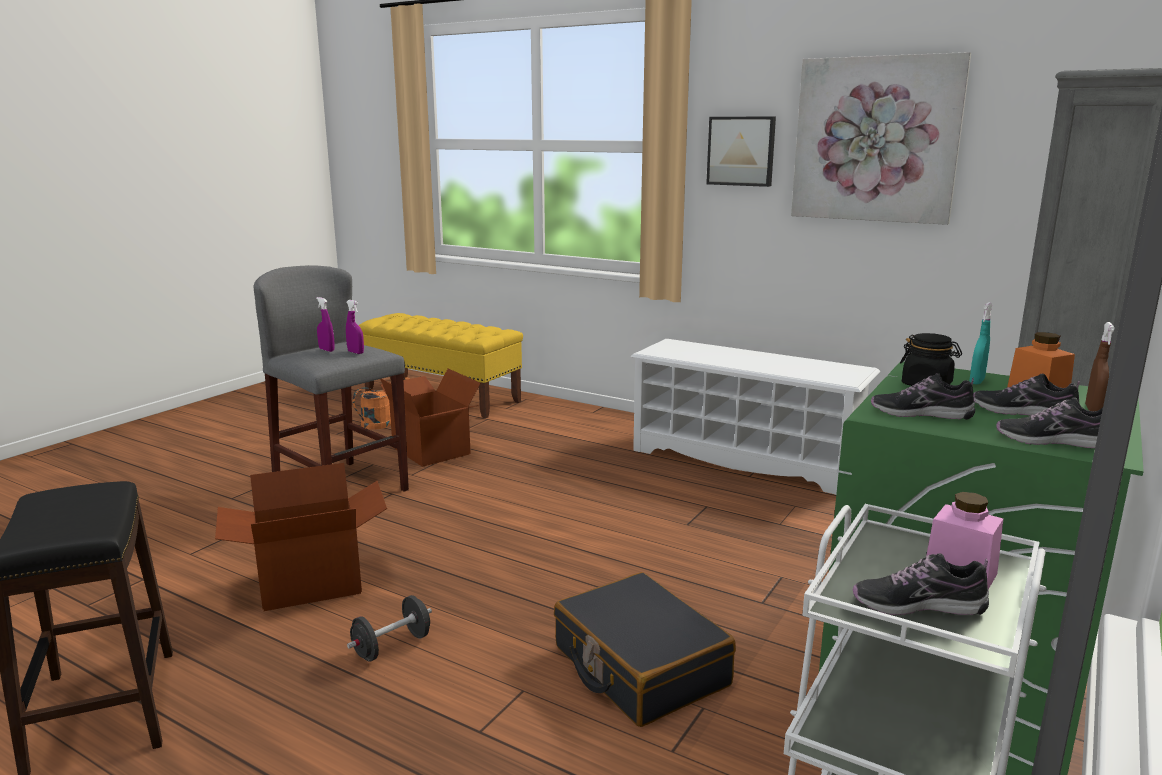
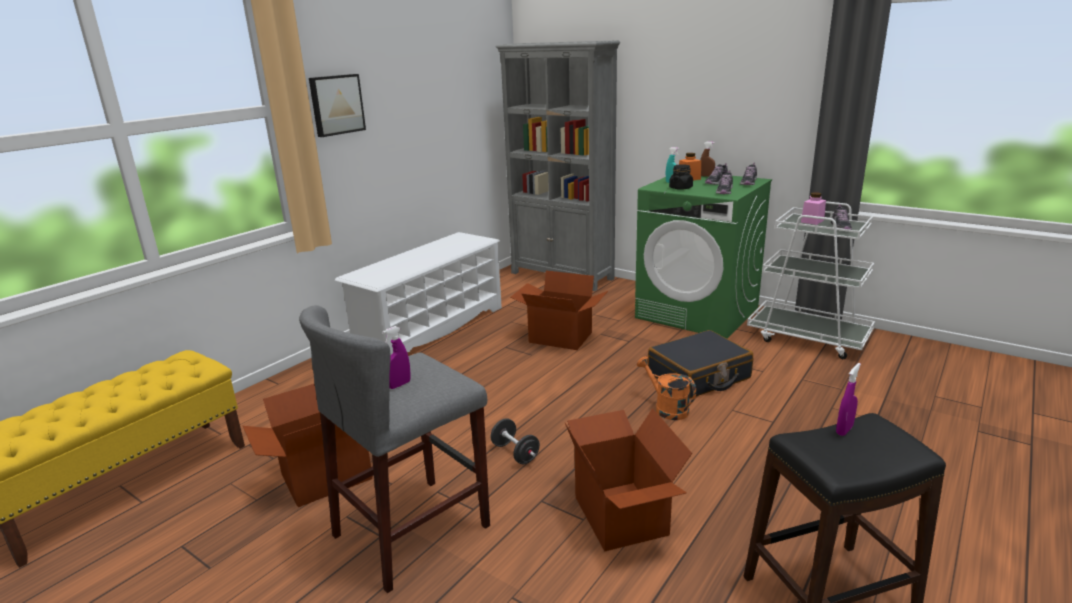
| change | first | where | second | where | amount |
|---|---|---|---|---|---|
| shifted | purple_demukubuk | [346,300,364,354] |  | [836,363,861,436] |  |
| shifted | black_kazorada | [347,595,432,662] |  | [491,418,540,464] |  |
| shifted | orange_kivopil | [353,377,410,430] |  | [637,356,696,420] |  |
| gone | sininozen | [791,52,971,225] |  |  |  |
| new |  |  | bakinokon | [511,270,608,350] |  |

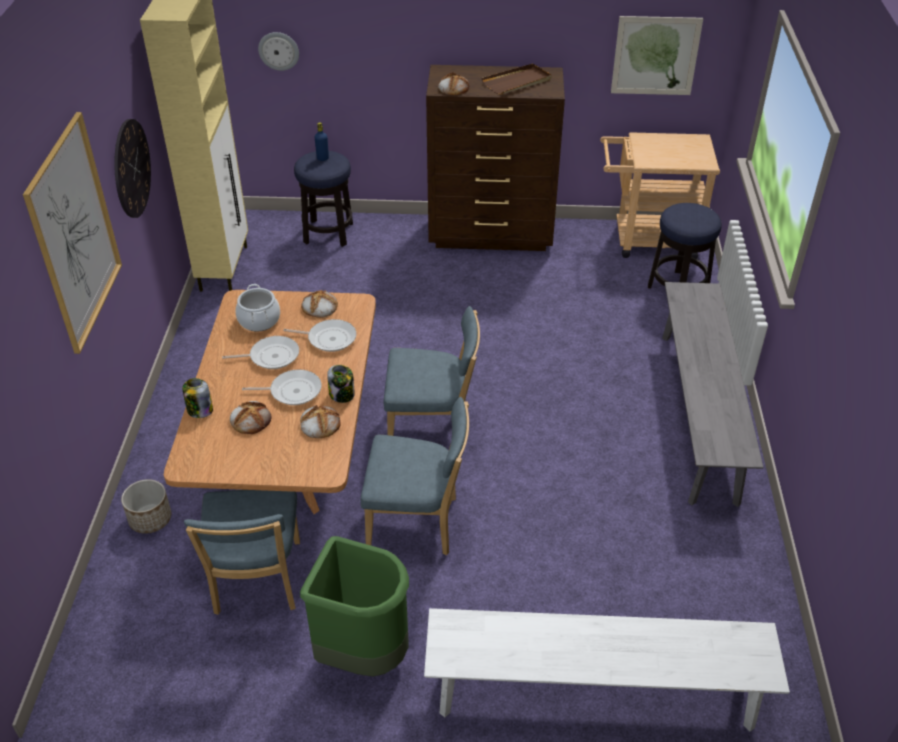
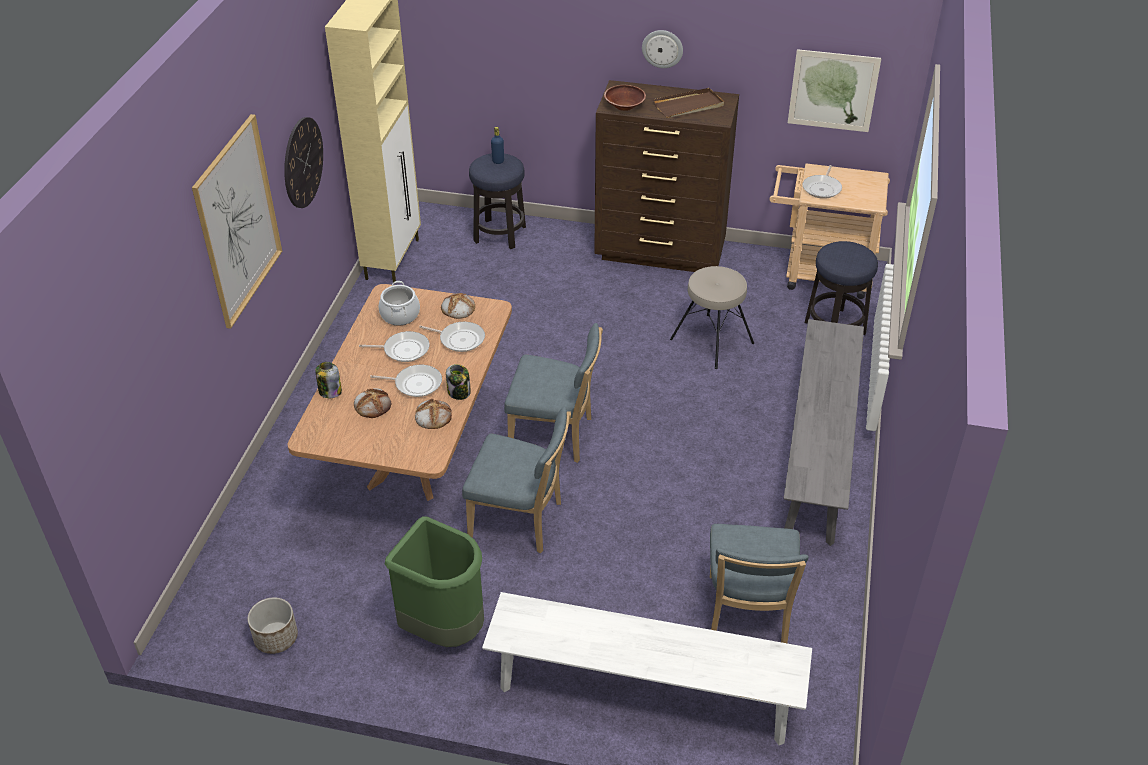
| change | first | where | second | where | amount |
|---|---|---|---|---|---|
| shifted | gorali | [121,479,171,534] |  | [248,597,298,654] |  |
| shifted | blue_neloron | [184,490,300,615] |  | [710,524,809,643] |  |
| shifted | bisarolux | [258,32,299,71] |  | [642,30,683,68] |  |
| swapped | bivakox | [438,72,469,95] | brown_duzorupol | [604,85,646,111] |  |
| new |  |  | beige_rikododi | [670,266,754,369] |  |
| new |  |  | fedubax | [803,165,842,199] |  |

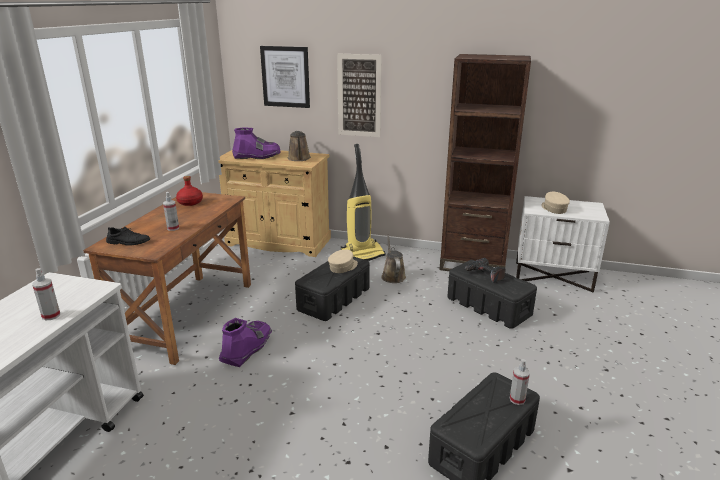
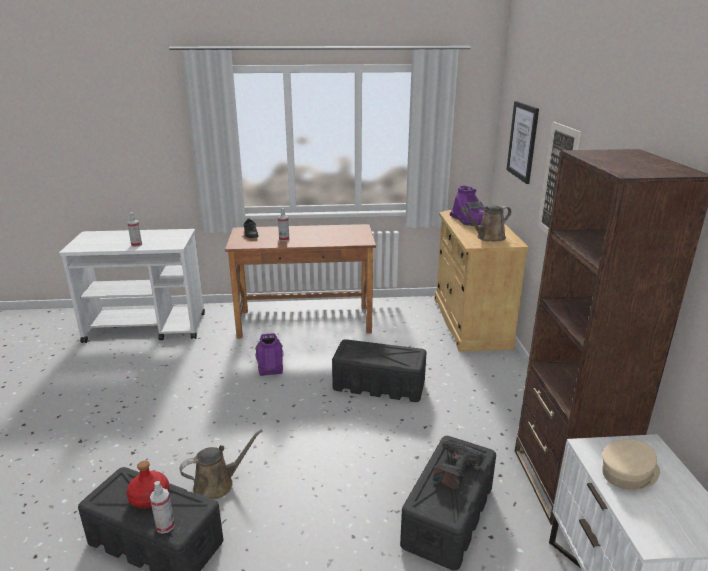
| change | first | where | second | where | amount |
|---|---|---|---|---|---|
| shifted | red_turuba | [176,176,203,206] |  | [127,461,169,509] |  |
| rotated | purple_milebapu | [219,318,272,367] |  | [255,333,283,376] | 105 degrees counterclockwise |
| gone | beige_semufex | [328,249,358,273] |  |  |  |
| gone | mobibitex | [341,144,386,261] |  |  |  |
| shifted | brown_kivopil | [381,235,406,283] |  | [180,430,262,499] |  |

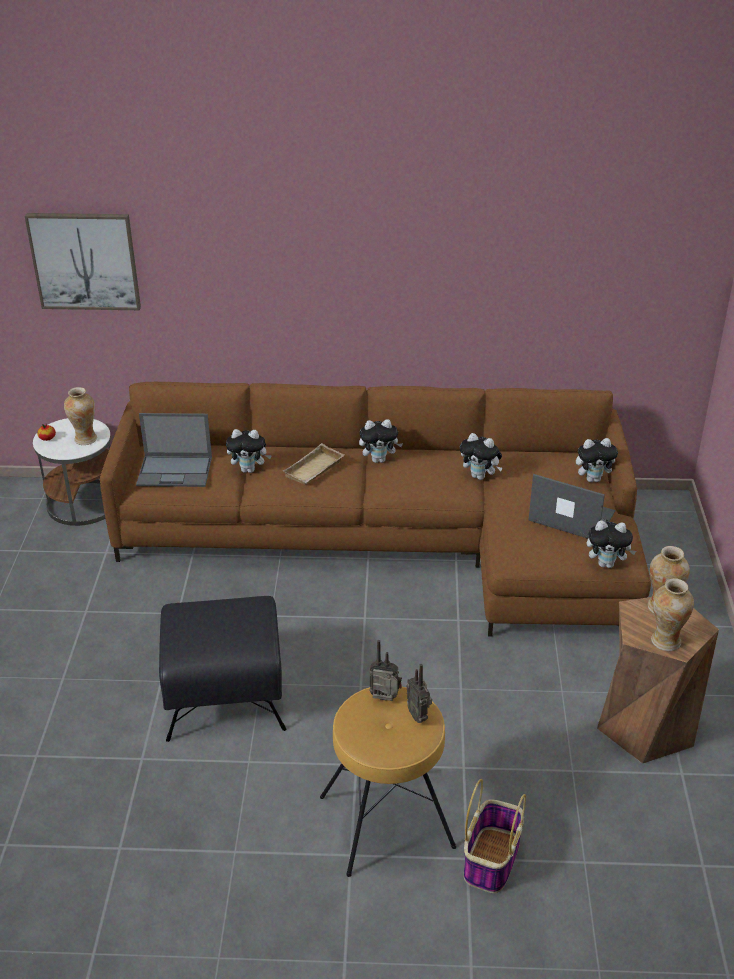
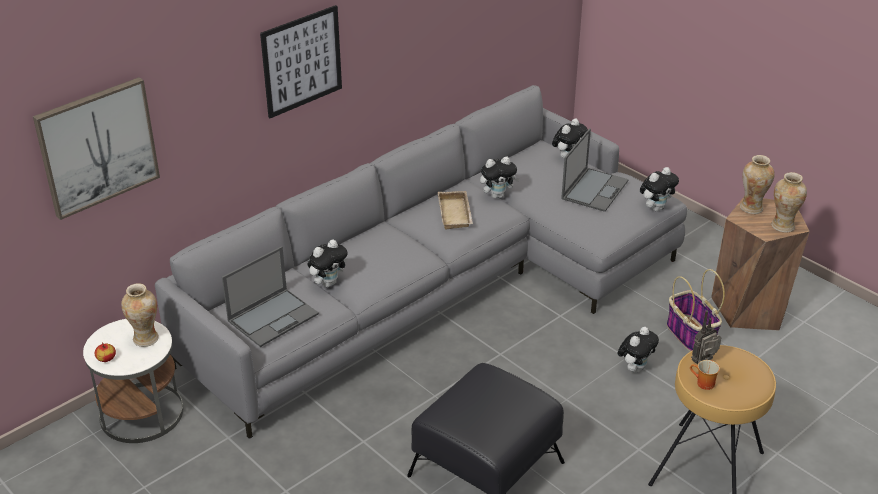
| change | first | where | second | where | amount |
|---|---|---|---|---|---|
| repainted | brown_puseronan | [100,382,651,637] | grey_puseronan | [155,85,687,439] |  |
| shifted | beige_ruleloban | [283,443,344,485] |  | [438,191,473,230] |  |
| shifted | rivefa | [359,419,403,463] |  | [618,327,659,373] |  |
| gone | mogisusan | [407,664,432,723] |  |  |  |
| shifted | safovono | [464,779,526,893] |  | [667,269,725,351] |  |
| rotated | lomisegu | [528,474,615,539] |  | [561,128,629,212] | 135 degrees clockwise |
| new |  |  | sininozen | [260,5,342,118] |  |
| new |  |  | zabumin | [690,360,720,390] |  |

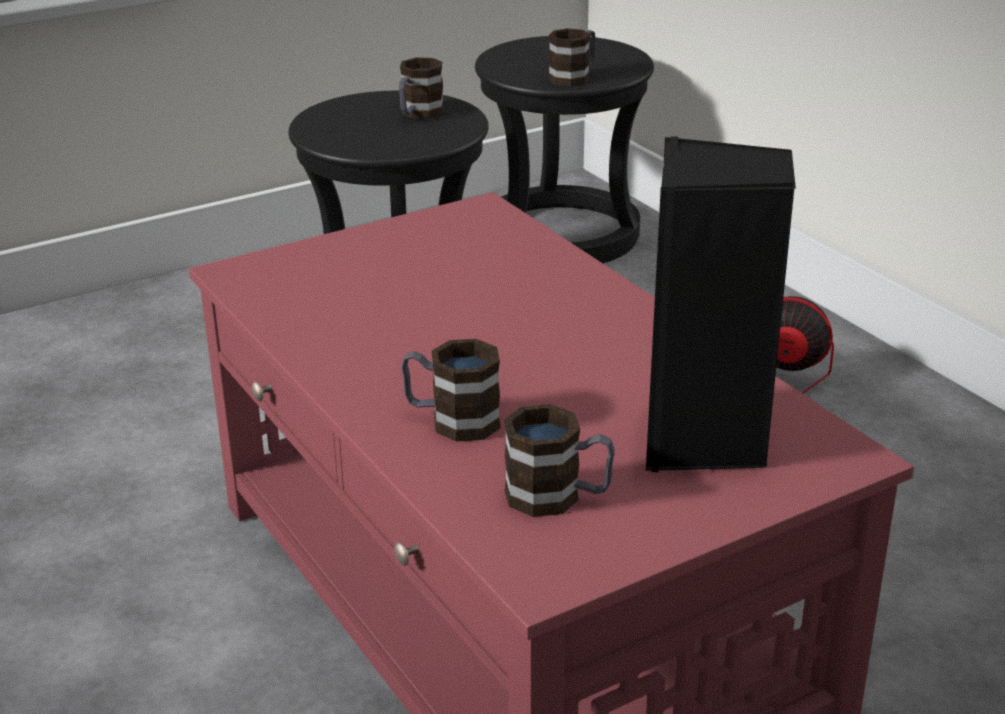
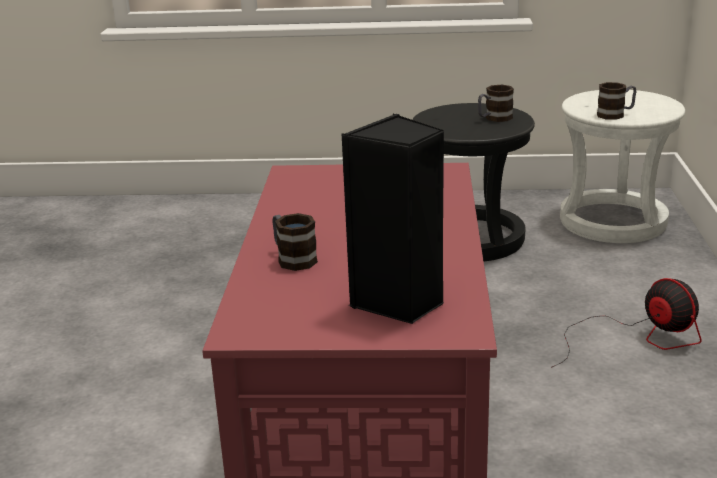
| change | first | where | second | where | amount |
|---|---|---|---|---|---|
| repainted | black_rikododi | [475,36,654,263] | white_rikododi | [560,90,685,243] |  |
| gone | zabumin | [504,404,615,517] |  |  |  |

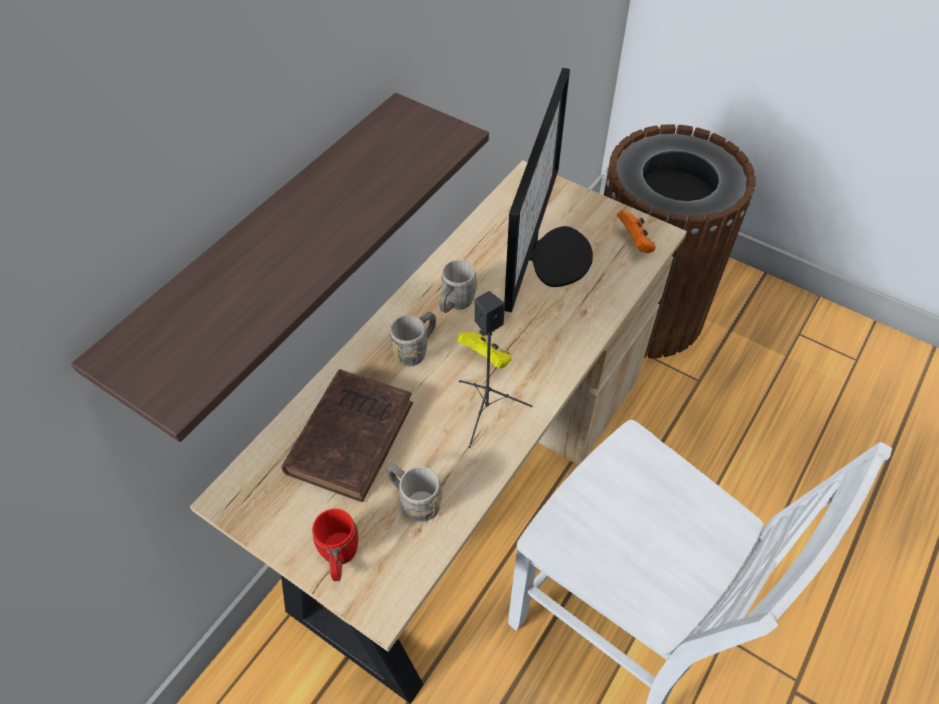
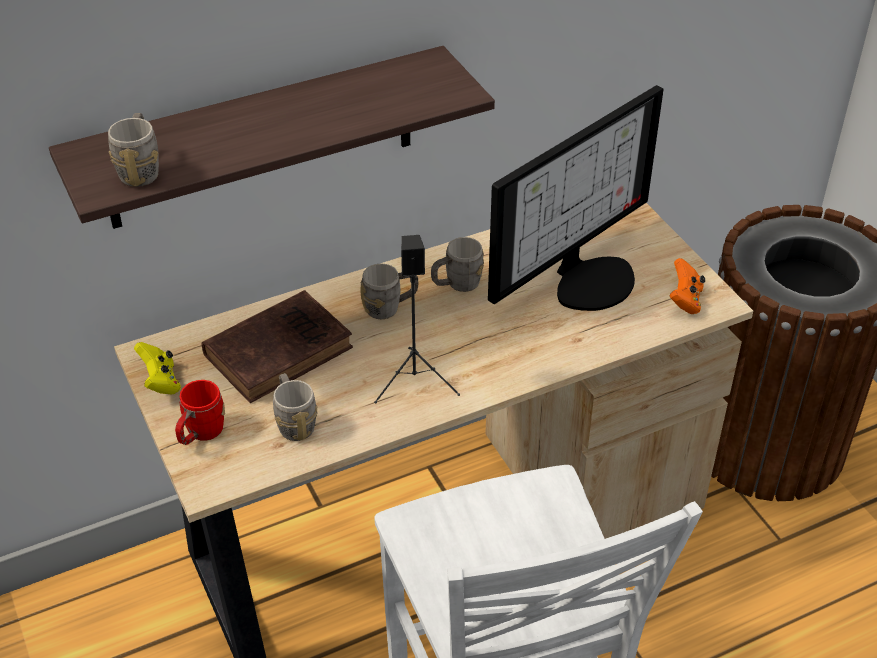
| change | first | where | second | where | amount |
|---|---|---|---|---|---|
| shifted | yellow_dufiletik | [457,330,511,368] |  | [134,342,181,395] |  |
| new |  |  | grey_zabumin | [108,113,159,187] |  |

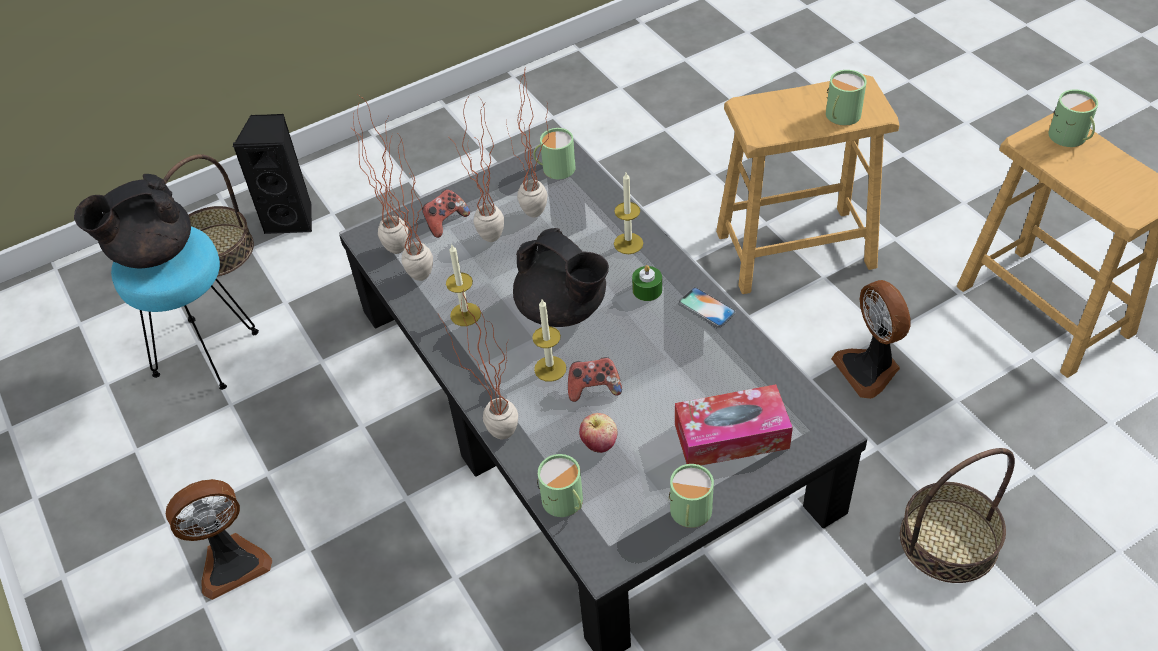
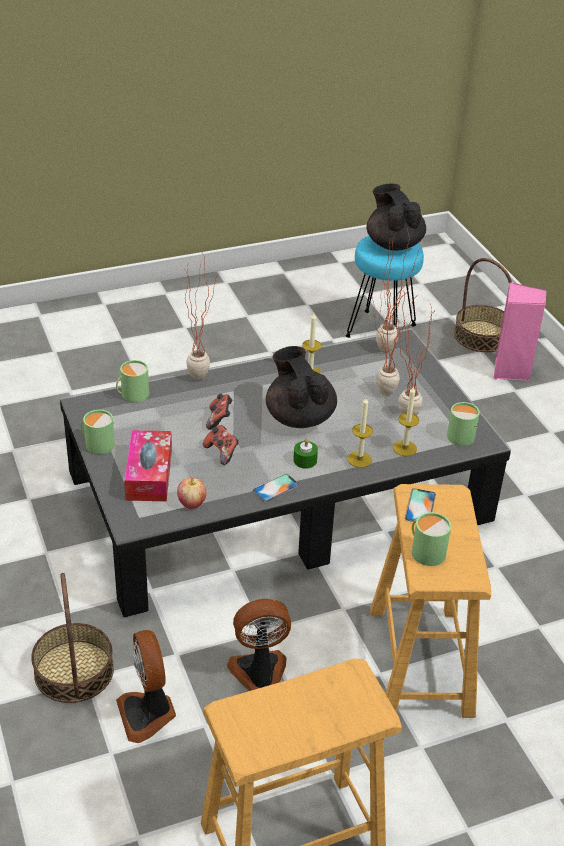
| change | first | where | second | where | amount |
|---|---|---|---|---|---|
| shifted | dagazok | [166,479,272,600] |  | [116,630,176,743] |  |
| repainted | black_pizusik | [232,114,312,234] | pink_pizusik | [493,282,546,381] |  |
| gone | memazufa | [378,134,433,281] |  |  |  |
| shifted | dufiletik | [422,189,470,238] |  | [203,425,239,465] |  |
| rotated | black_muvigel | [513,228,609,327] |  | [266,346,337,428] | 105 degrees clockwise |
| shifted | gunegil | [532,299,566,382] |  | [393,387,419,456] |  |
| shifted | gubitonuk | [579,413,617,453] |  | [177,477,206,509] |  |
| gone | green_zabumin | [1048,89,1098,147] |  |  |  |
| new |  |  | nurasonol | [405,488,436,522] |  |

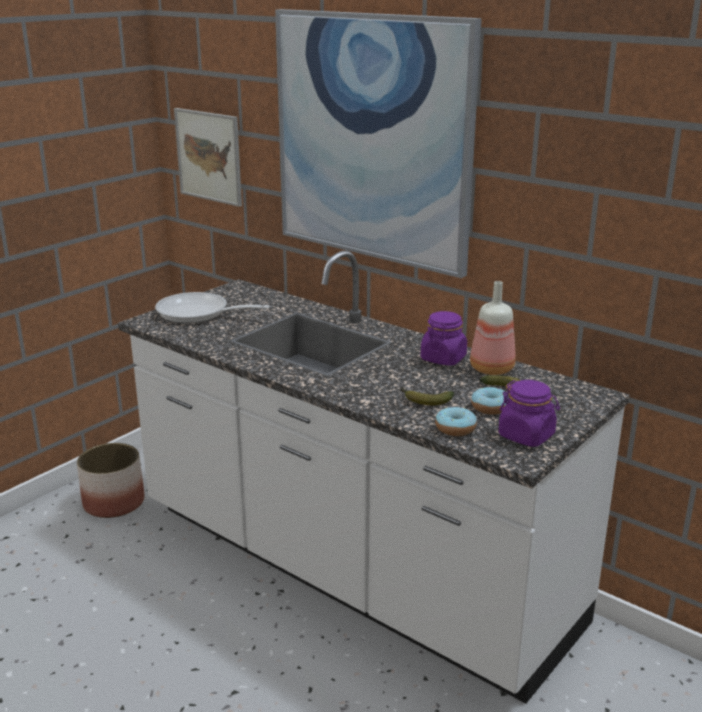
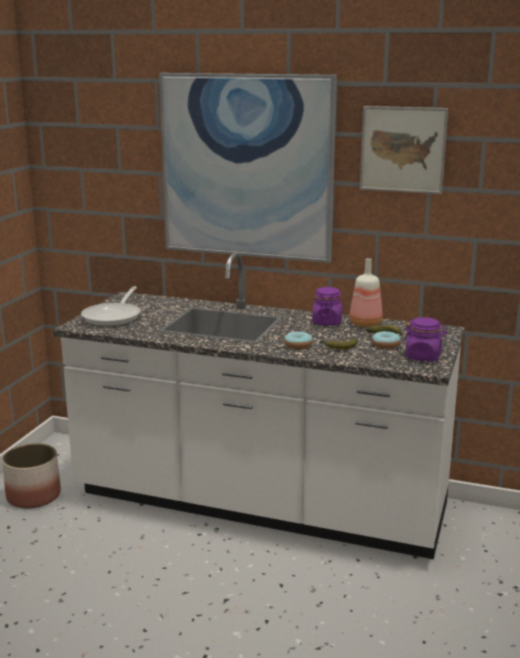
| change | first | where | second | where | amount |
|---|---|---|---|---|---|
| rotated | fedubax | [155,292,270,323] |  | [81,286,140,327] | 75 degrees counterclockwise |
| shifted | sininozen | [174,108,242,207] |  | [360,106,448,194] |  |
| shifted | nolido | [435,407,477,436] |  | [284,331,313,349] |  |

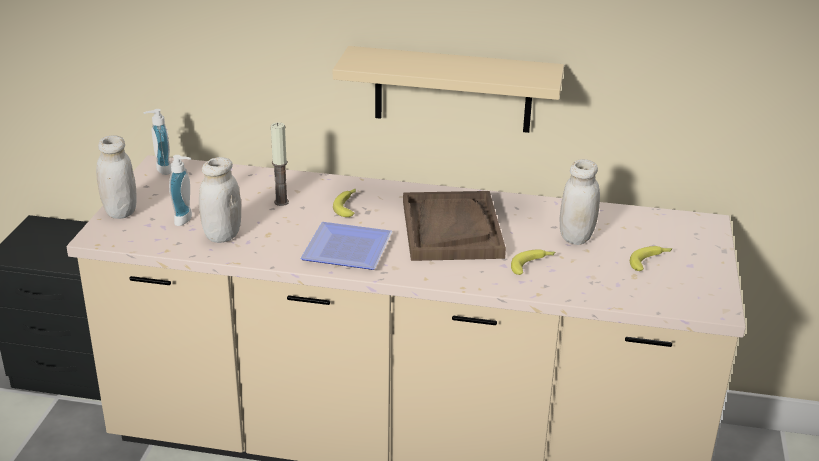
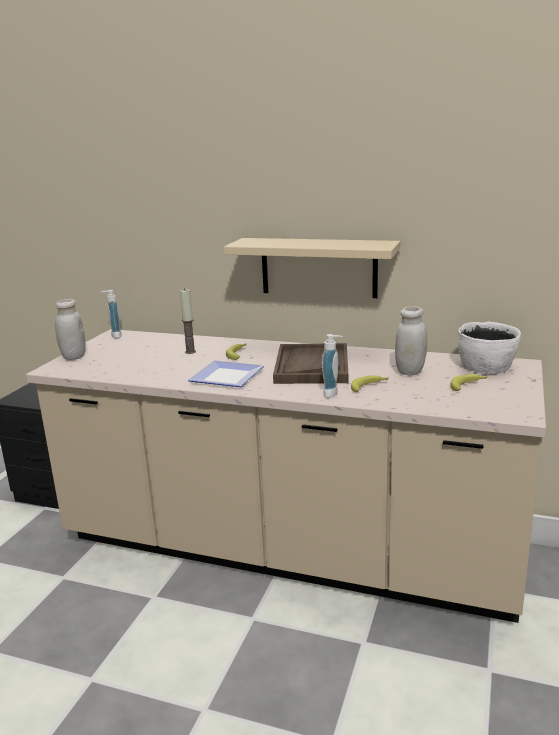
| change | first | where | second | where | amount |
|---|---|---|---|---|---|
| shifted | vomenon | [169,155,192,226] |  | [322,334,343,398] |  |
| gone | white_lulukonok | [199,157,241,243] |  |  |  |
| new |  |  | white_duzorupol | [458,322,521,374] |  |

